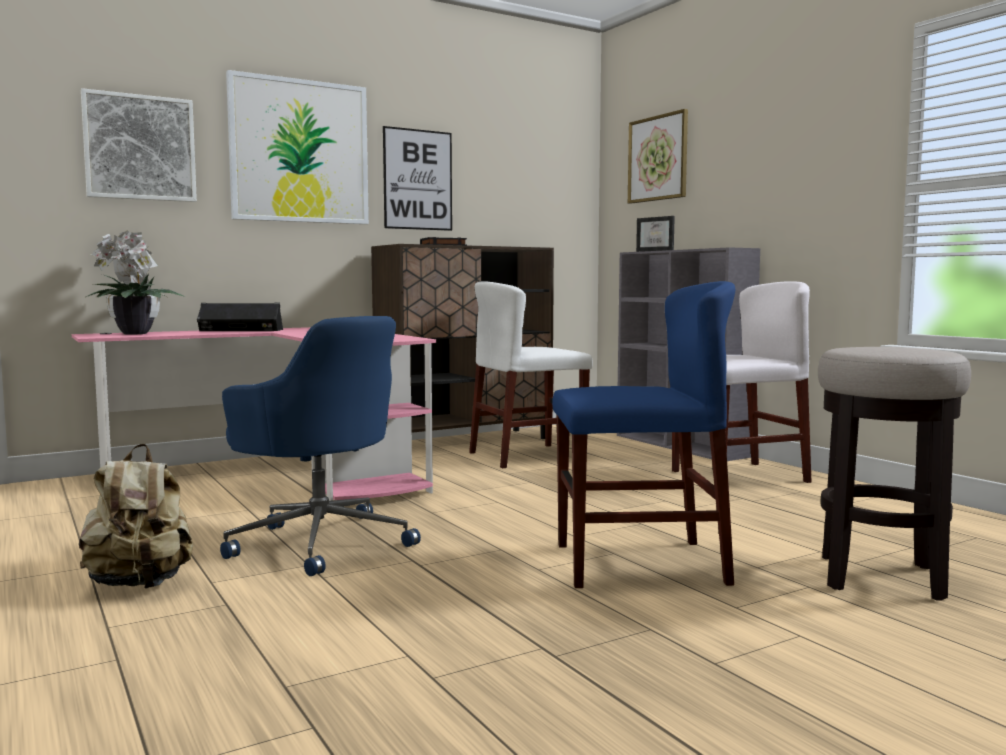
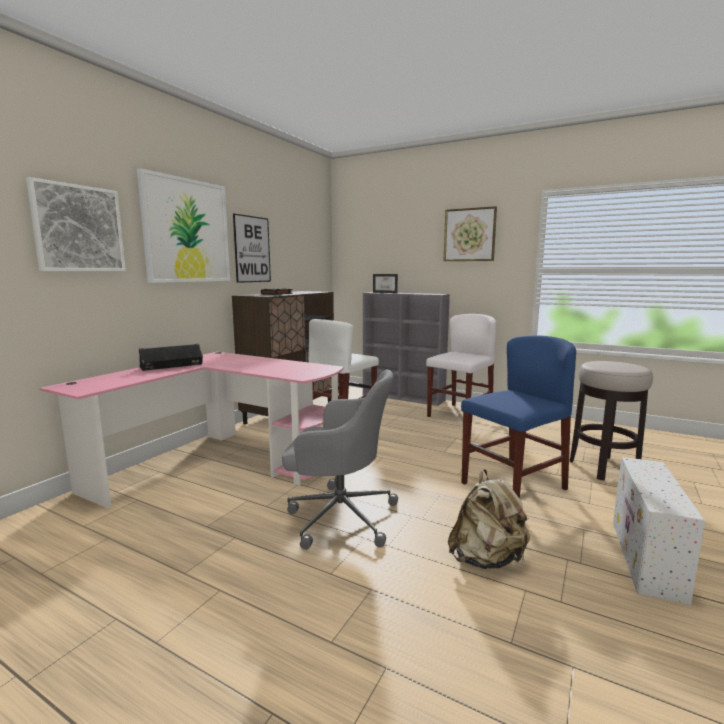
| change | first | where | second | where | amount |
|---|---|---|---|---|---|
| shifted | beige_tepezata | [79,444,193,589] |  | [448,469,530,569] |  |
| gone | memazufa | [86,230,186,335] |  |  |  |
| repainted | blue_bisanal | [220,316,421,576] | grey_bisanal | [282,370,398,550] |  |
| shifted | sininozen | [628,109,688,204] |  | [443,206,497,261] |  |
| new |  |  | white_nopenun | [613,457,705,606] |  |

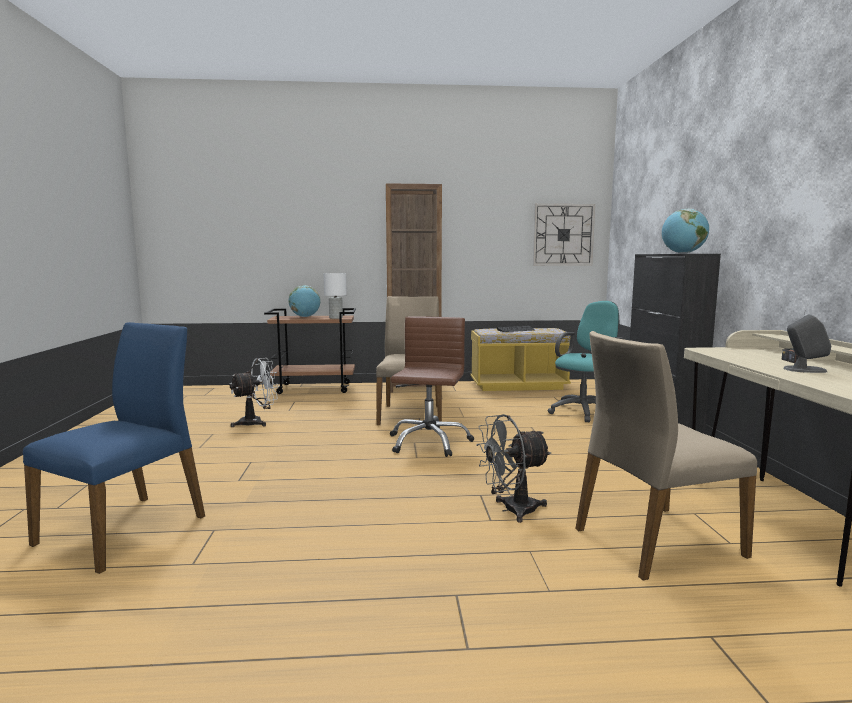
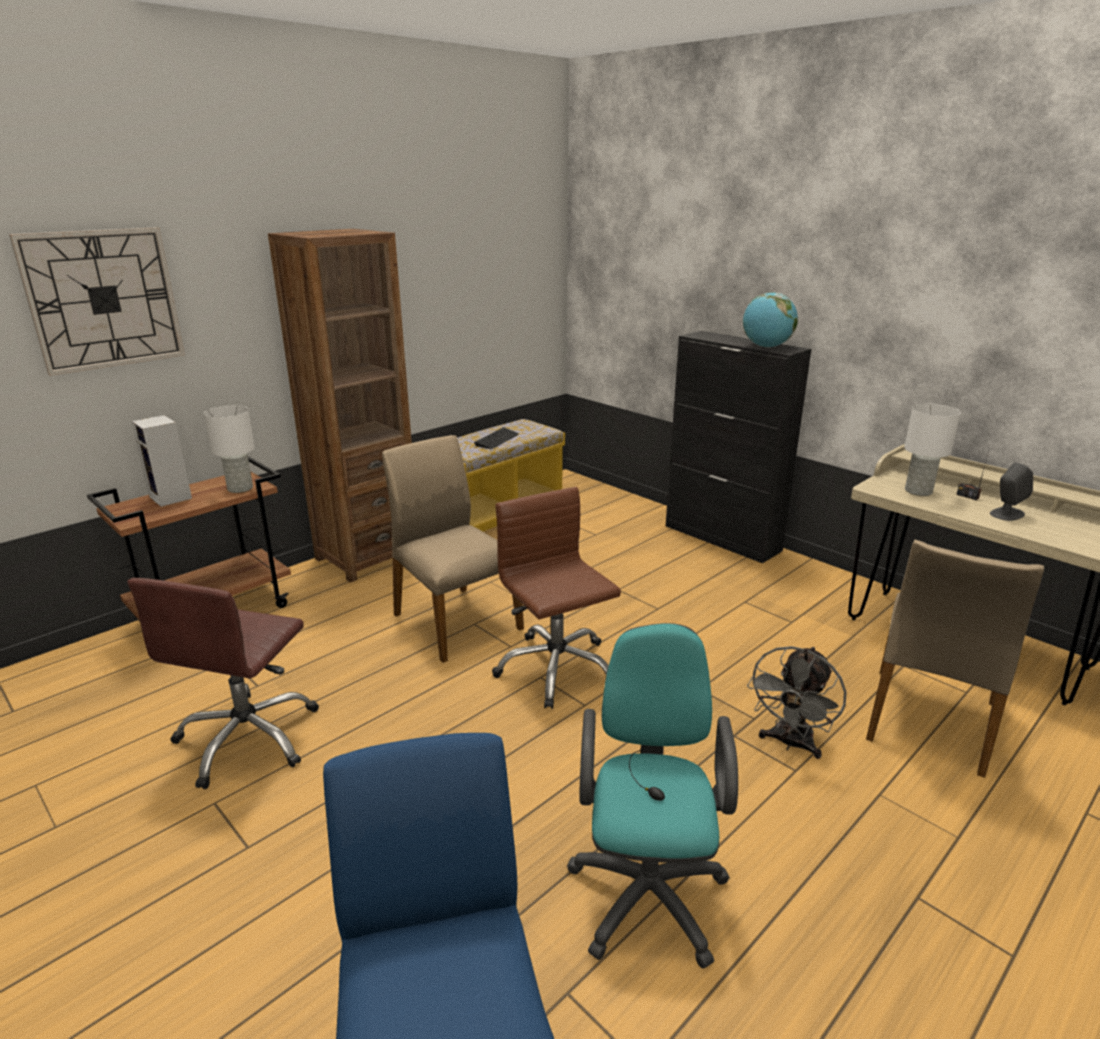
| change | first | where | second | where | amount |
|---|---|---|---|---|---|
| swapped | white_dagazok | [230,358,279,427] | brown_bisanal | [127,578,319,789] |  |
| swapped | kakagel | [288,285,320,317] | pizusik | [132,415,192,507] |  |
| shifted | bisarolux | [533,204,595,266] |  | [9,227,185,376] |  |
| shifted | turquoise_bisanal | [548,301,623,422] |  | [567,623,738,968] |  |
| new |  |  | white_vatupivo | [904,403,961,496] |  |

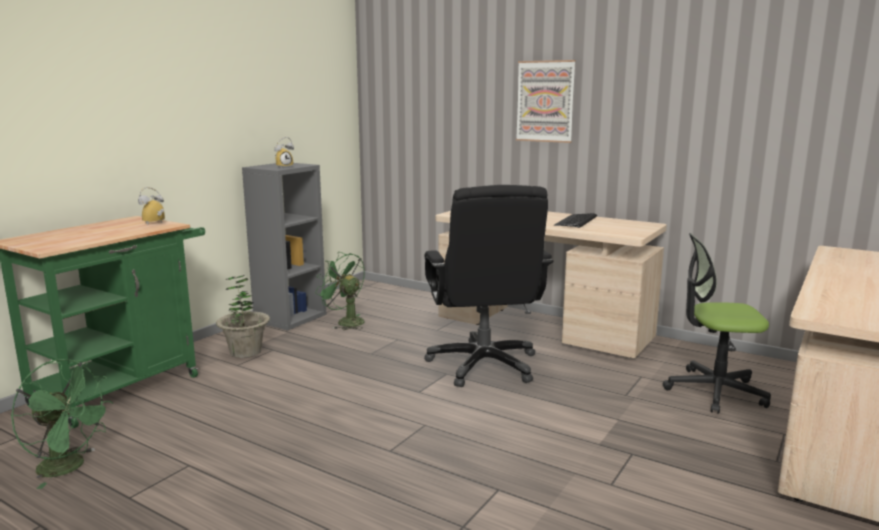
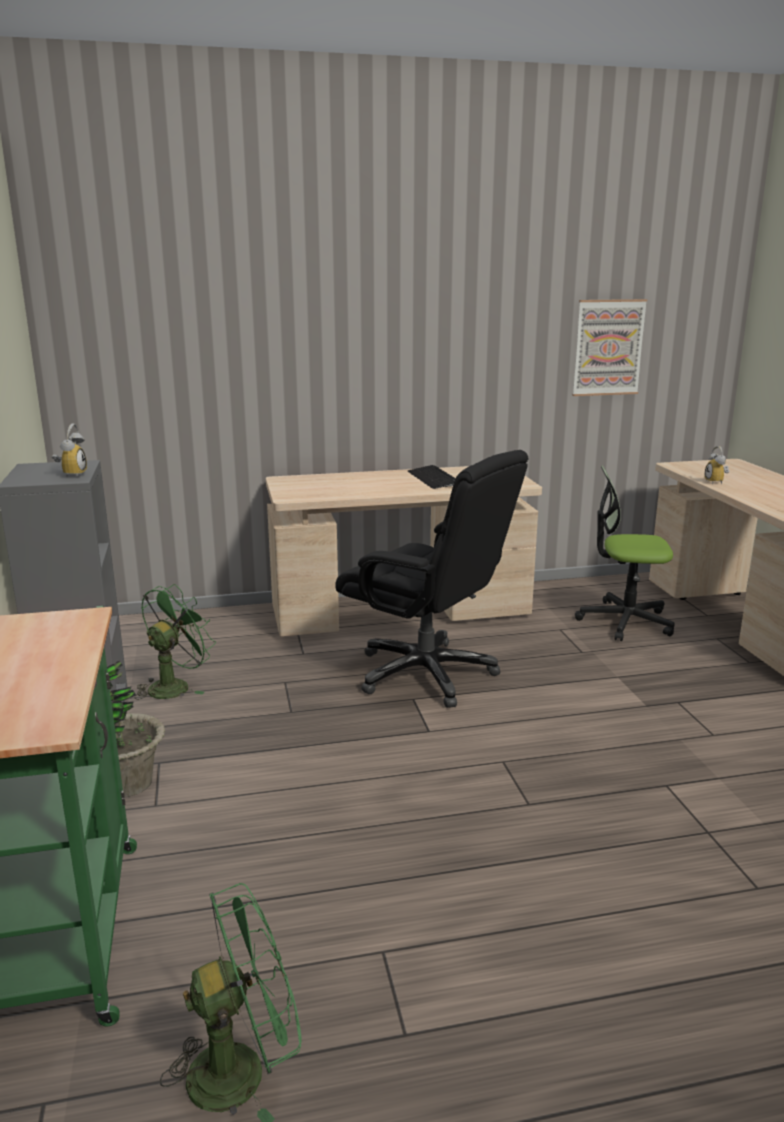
| change | first | where | second | where | amount |
|---|---|---|---|---|---|
| shifted | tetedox | [138,187,165,225] |  | [705,446,729,484] |  |
| rotated | green_dagazok | [315,252,365,330] |  | [134,584,216,700] | 135 degrees clockwise |
| shifted | sininozen | [516,60,576,143] |  | [572,299,647,396] |  |
| rotated | bisanal | [663,233,771,414] |  | [575,465,675,641] | 45 degrees clockwise |

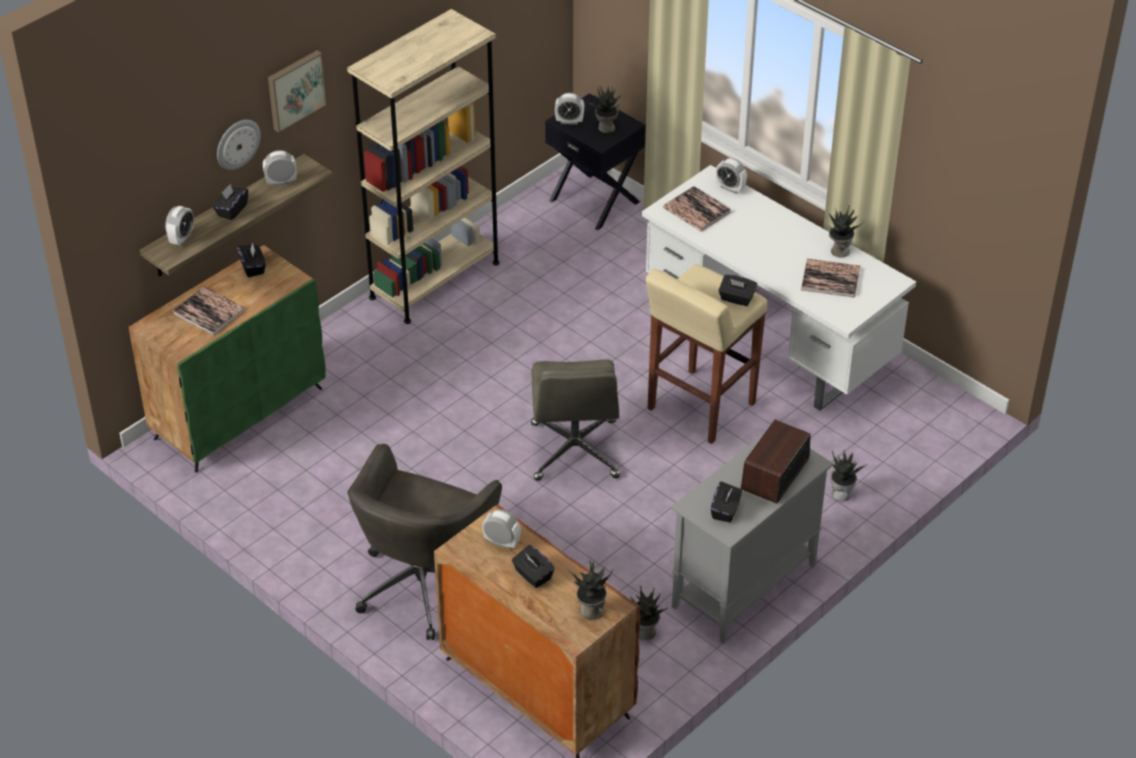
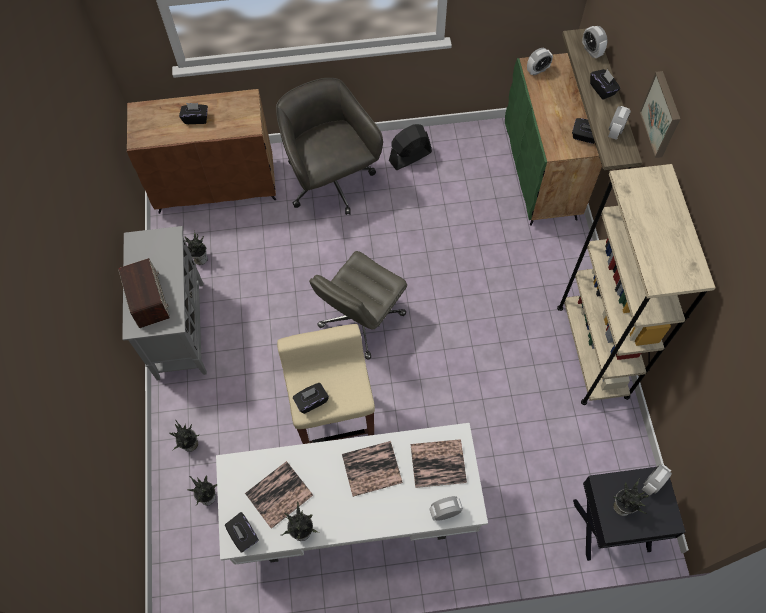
| change | first | where | second | where | amount |
|---|---|---|---|---|---|
| shifted | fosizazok | [173,286,246,336] |  | [342,441,403,497] |  |
| gone | bisarolux | [217,120,261,170] |  |  |  |
| shifted | tetedox | [482,510,521,549] |  | [527,48,553,76] |  |
| rotated | grey_bisanal | [531,359,620,481] |  | [309,251,407,360] | 90 degrees counterclockwise |
| shifted | memazufa | [568,561,613,620] |  | [187,475,217,505] |  |
| shifted | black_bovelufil | [711,481,742,522] |  | [225,512,259,552] |  |
| new |  |  | black_dagazok | [389,124,432,170] |  |

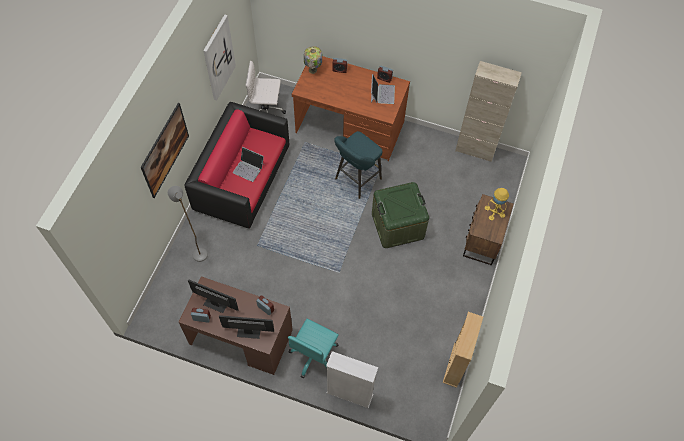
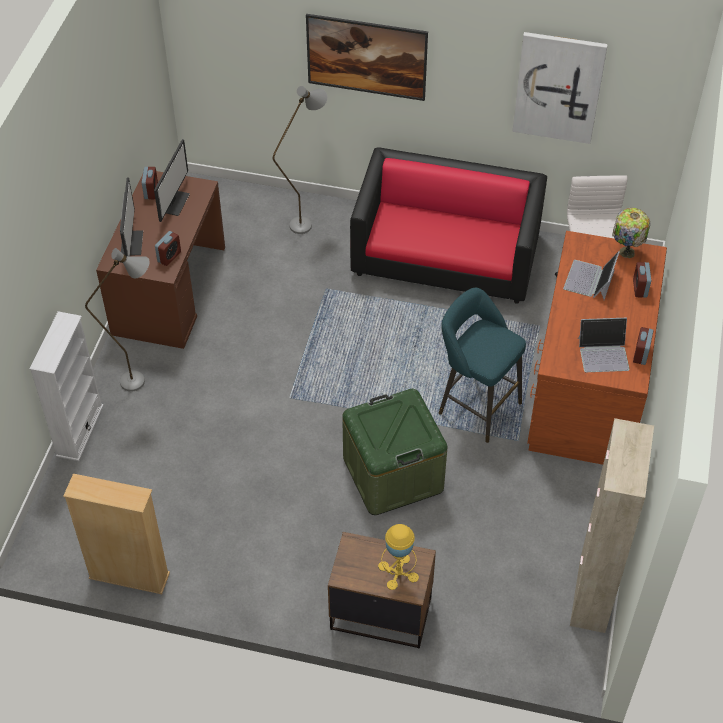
| change | first | where | second | where | amount |
|---|---|---|---|---|---|
| shifted | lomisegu | [233,147,264,182] |  | [563,251,620,300] |  |
| swapped | turquoise_bisanal | [288,319,339,378] | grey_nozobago | [85,248,150,391] |  |

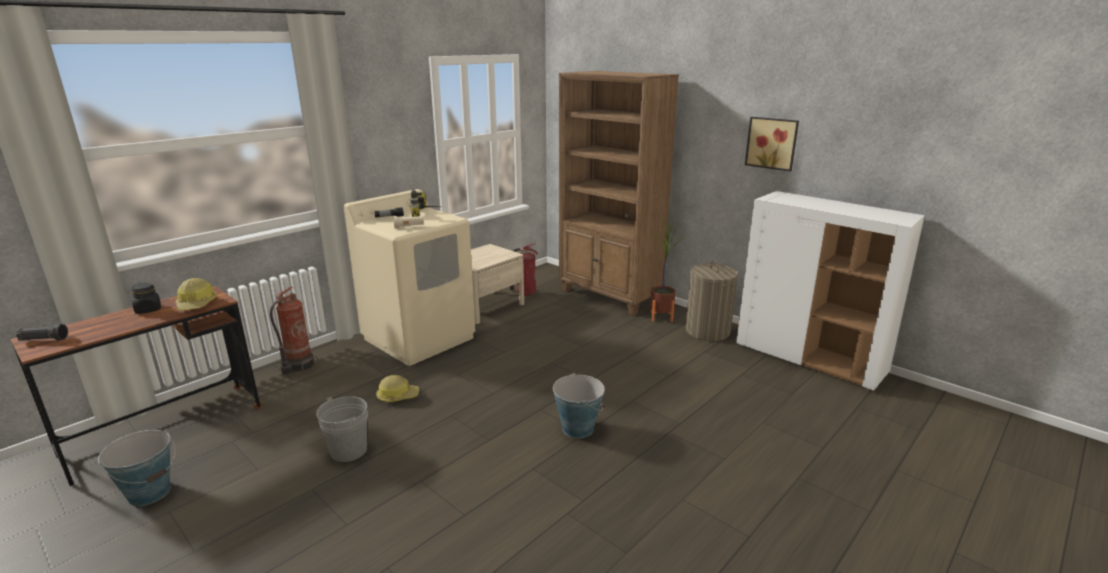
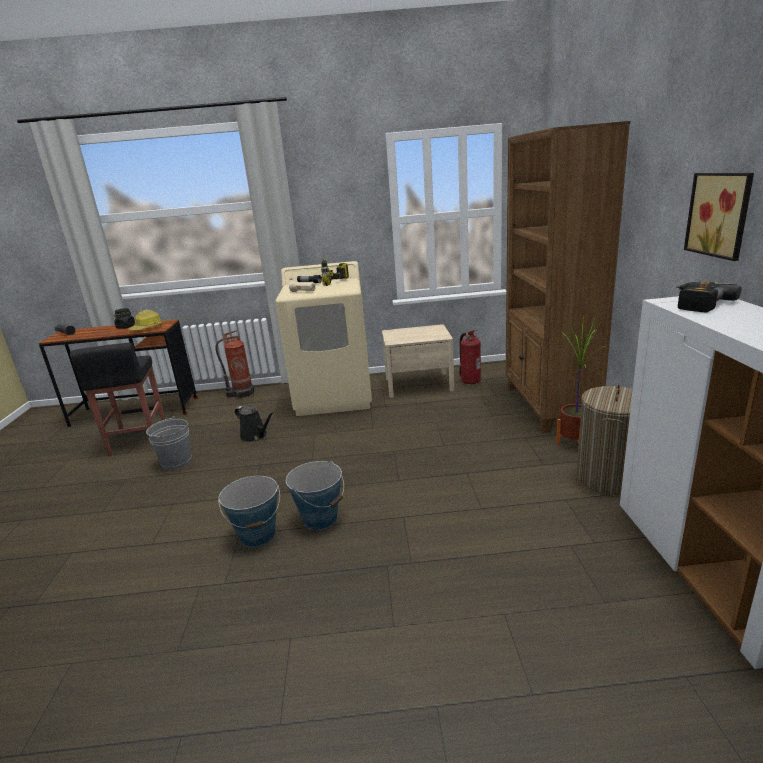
| change | first | where | second | where | amount |
|---|---|---|---|---|---|
| shifted | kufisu | [98,430,175,506] |  | [218,476,280,547] |  |
| swapped | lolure | [376,375,419,402] | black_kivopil | [235,406,274,442] |  |
| new |  |  | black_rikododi | [70,343,165,456] |  |
| new |  |  | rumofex | [676,282,742,312] |  |

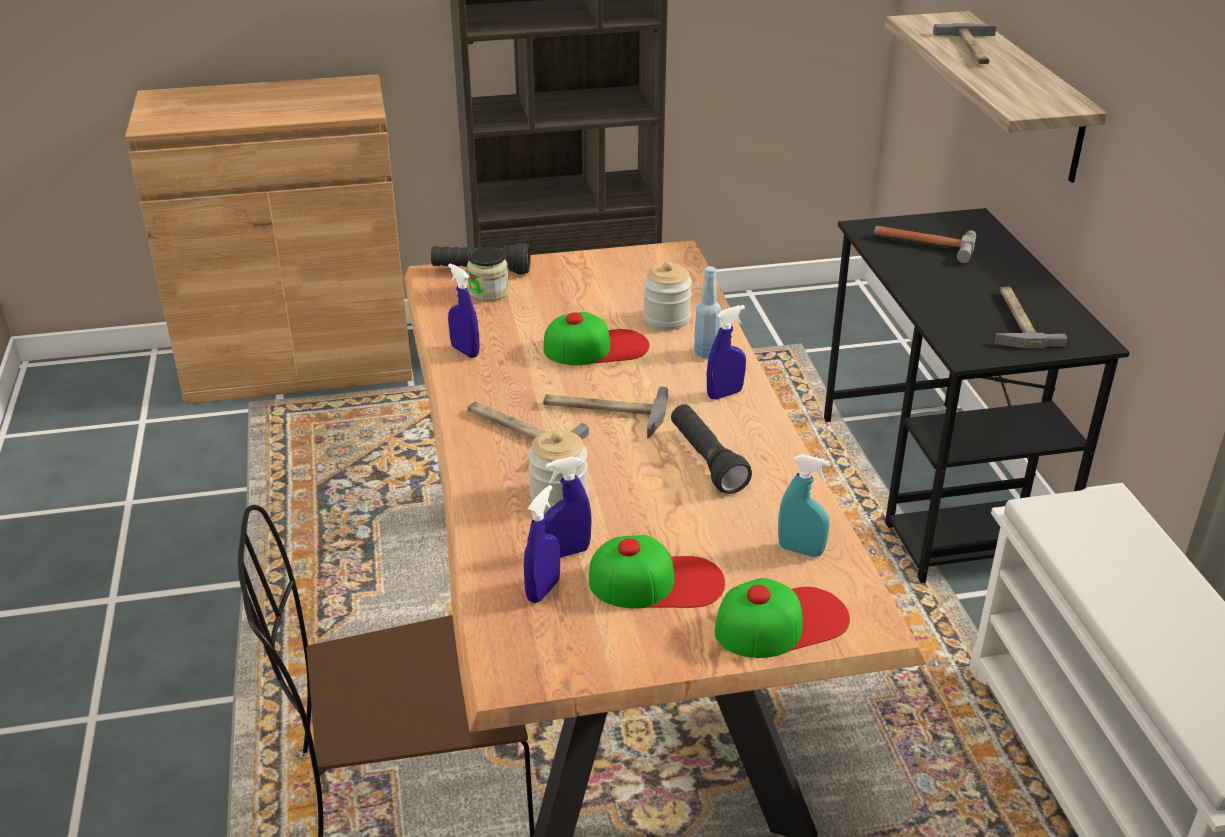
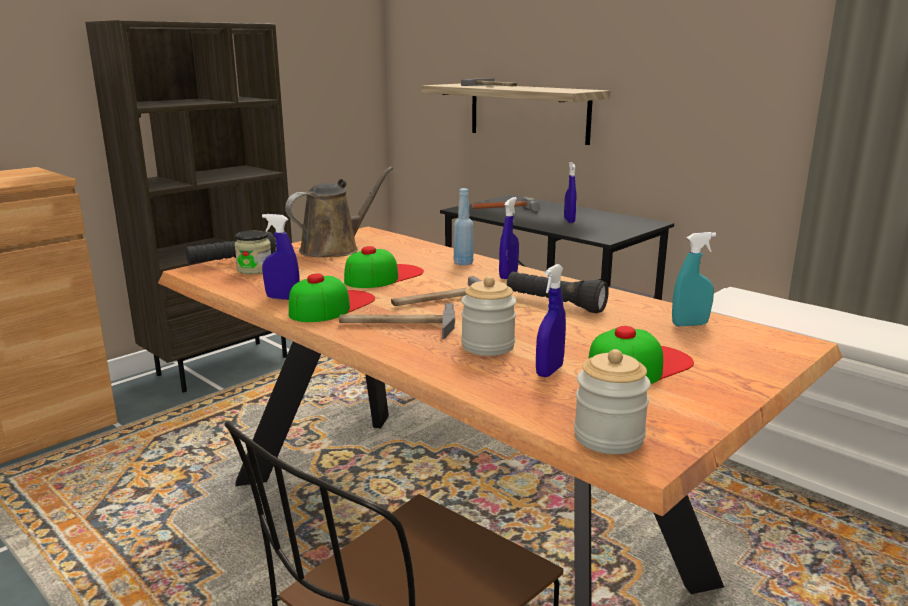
| change | first | where | second | where | amount |
|---|---|---|---|---|---|
| shifted | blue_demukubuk | [524,485,560,603] |  | [564,162,576,223] |  |
| shifted | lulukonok | [643,261,692,330] |  | [574,349,651,454] |  |
| shifted | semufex | [715,578,850,658] |  | [289,273,375,322] |  |
| gone | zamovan | [994,287,1067,348] |  |  |  |
| new |  |  | brown_kivopil | [285,166,393,257] |  |

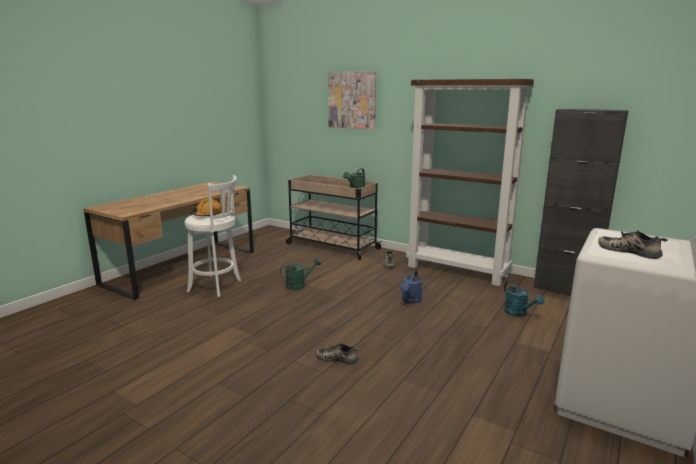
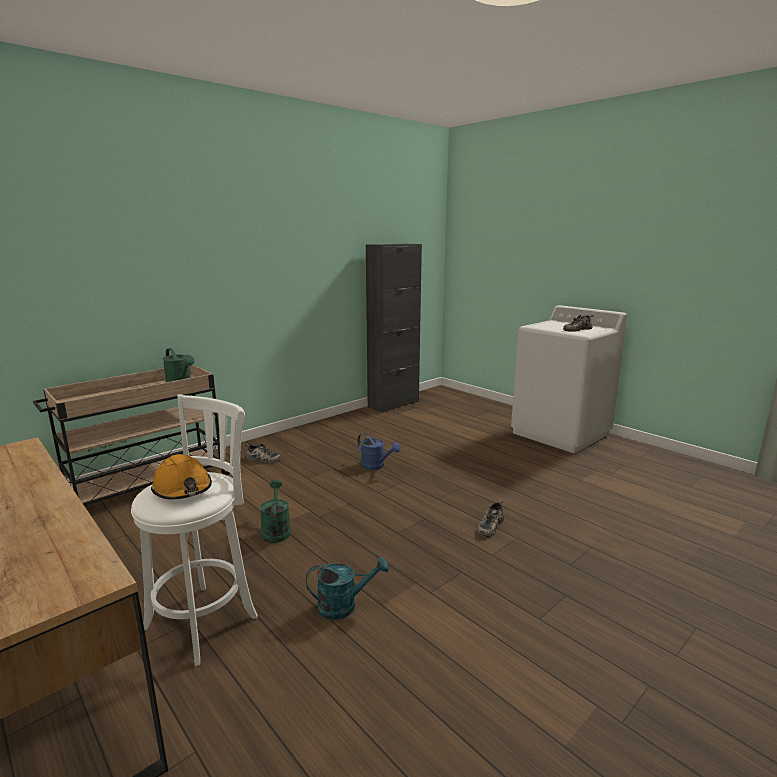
| change | first | where | second | where | amount |
|---|---|---|---|---|---|
| gone | sininozen | [328,71,376,129] |  |  |  |
| gone | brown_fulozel | [406,79,534,286] |  |  |  |
| shifted | turquoise_kivopil | [504,281,544,317] |  | [306,557,389,620] |  |

